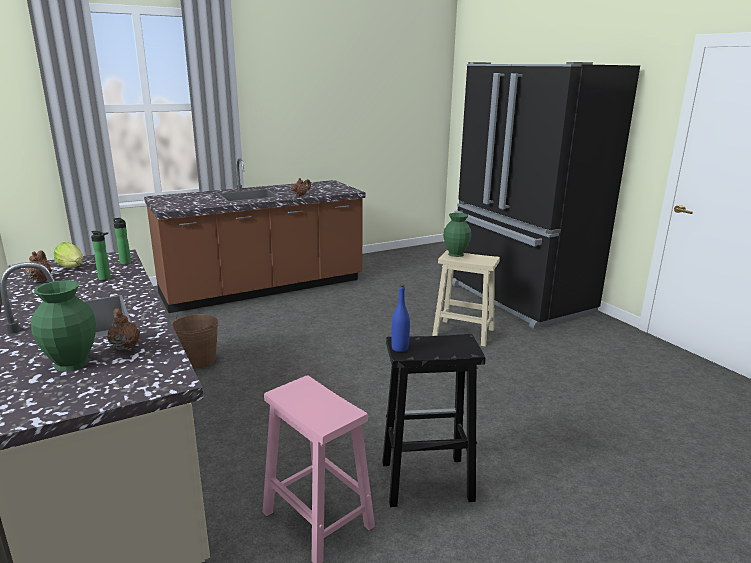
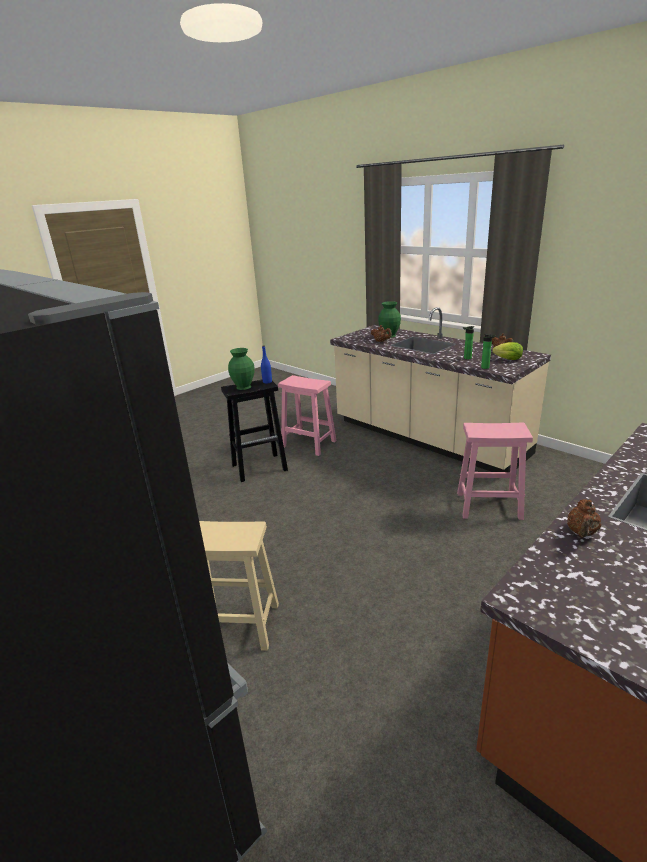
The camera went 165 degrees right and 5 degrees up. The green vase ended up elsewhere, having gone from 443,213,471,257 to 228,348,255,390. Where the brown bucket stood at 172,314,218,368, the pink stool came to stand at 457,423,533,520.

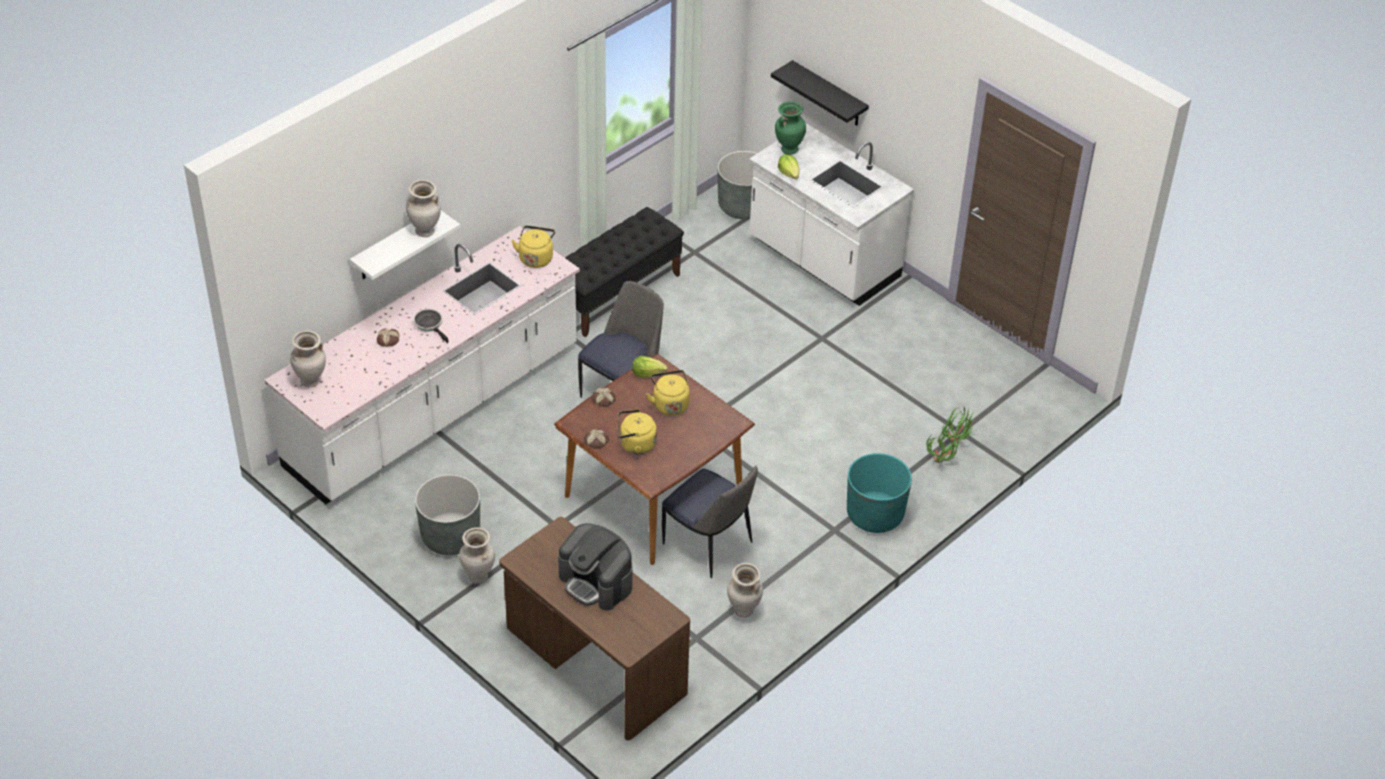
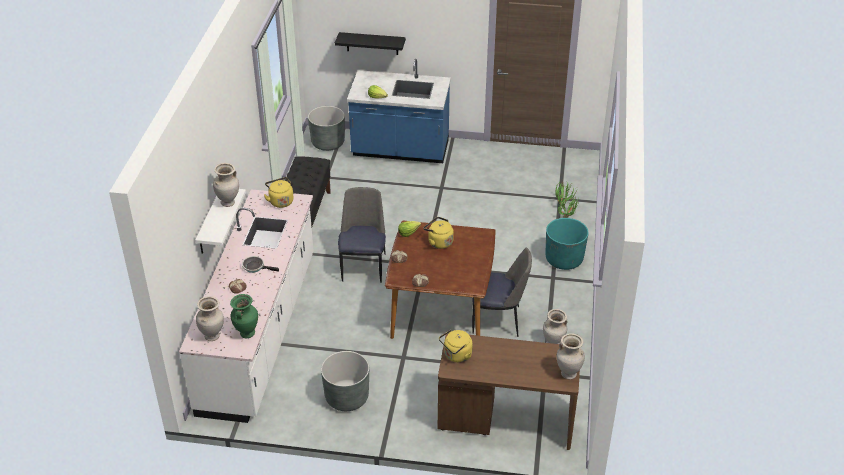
The camera went 35 degrees left and 5 degrees down. The green vase ended up elsewhere, having gone from 775,101,806,155 to 230,294,258,338. What was the white counter at 749,123,914,306 turned into the blue counter at 347,59,451,163. The yellow kettle ended up elsewhere, having gone from 617,409,657,455 to 439,329,473,362. The second view lost the coffee machine at 558,523,632,611. The beige vase ended up elsewhere, having gone from 459,527,495,584 to 557,333,585,379.

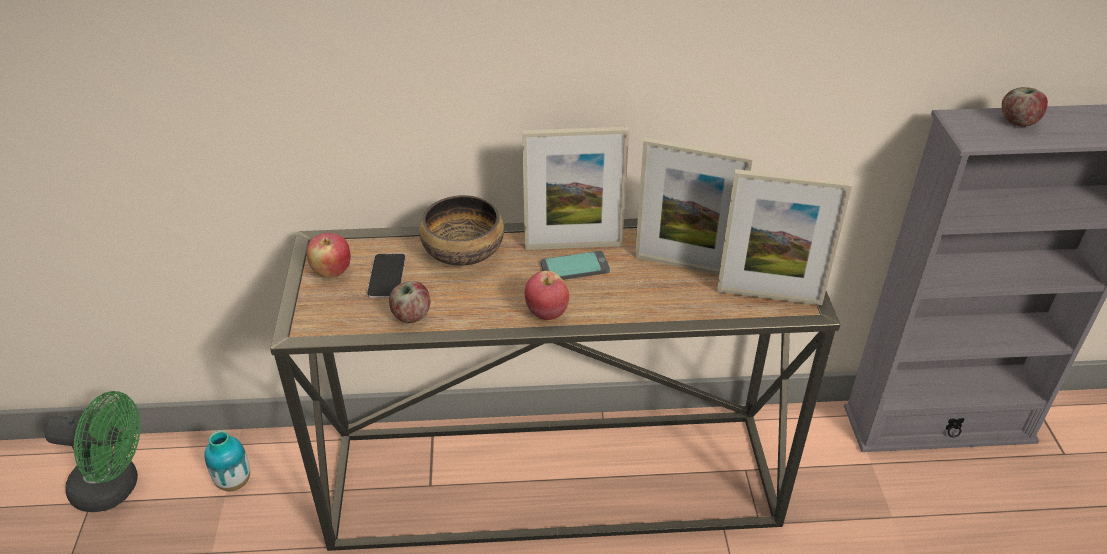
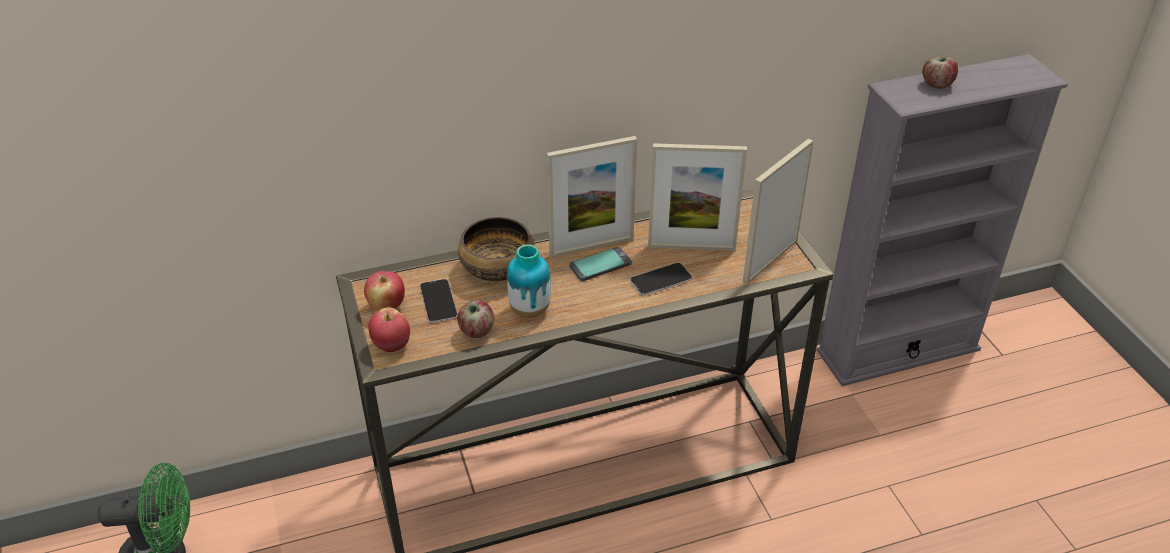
The camera went 15 degrees left and 0 degrees up. The picture frame at 717,169,852,305 ended up facing another way, 135 degrees clockwise from before. The apple ended up elsewhere, having gone from 525,271,569,320 to 368,307,410,352. The vase ended up elsewhere, having gone from 204,431,250,491 to 507,244,551,318. The second view gained the phone at 630,263,692,296.

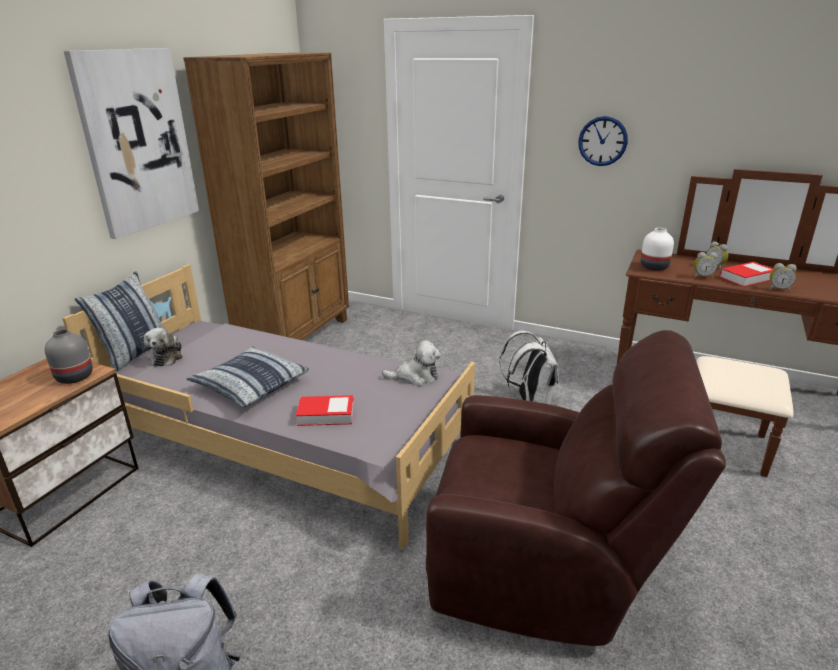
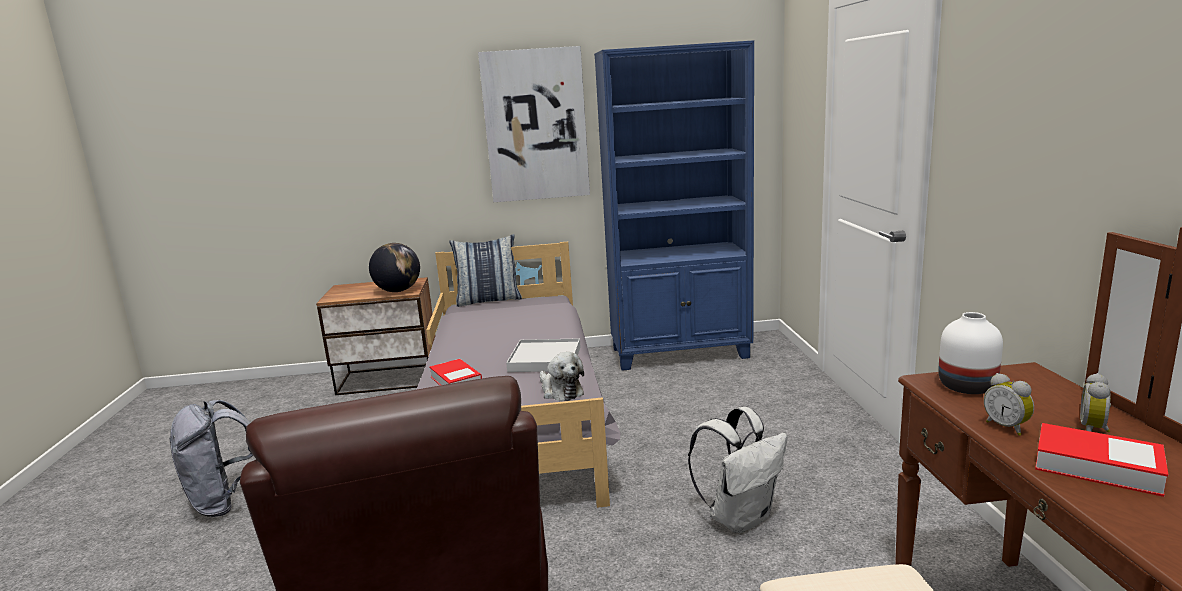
The camera went 60 degrees right and 10 degrees down. What was the brown bookcase at 183,53,349,340 turned into the blue bookcase at 594,40,754,371. The second view lost the wall clock at 578,116,628,166. The second view lost the alarm clock at 770,263,797,292. The second view lost the plush toy at 144,328,183,366. Where the grey vase stood at 45,329,93,384, the globe came to stand at 369,243,420,292. The second view lost the pillow at 187,346,309,408. The second view gained the white tray at 506,338,580,372.

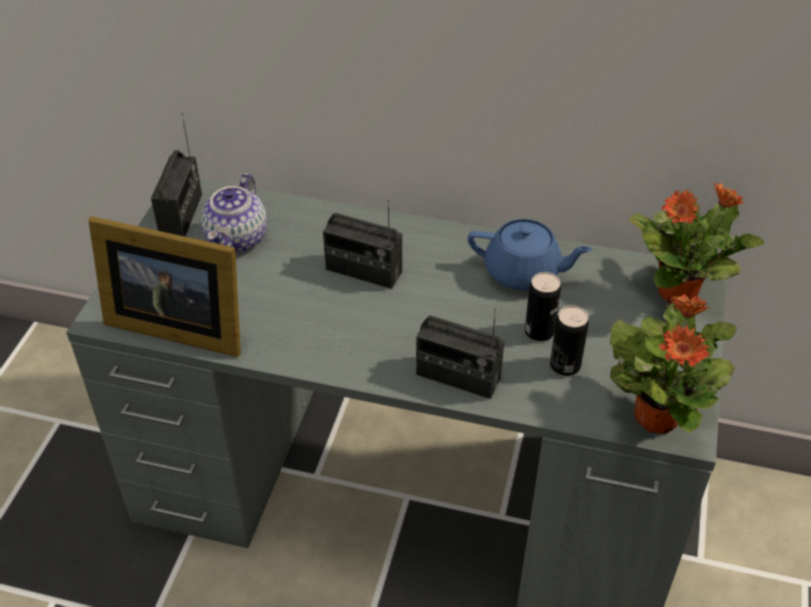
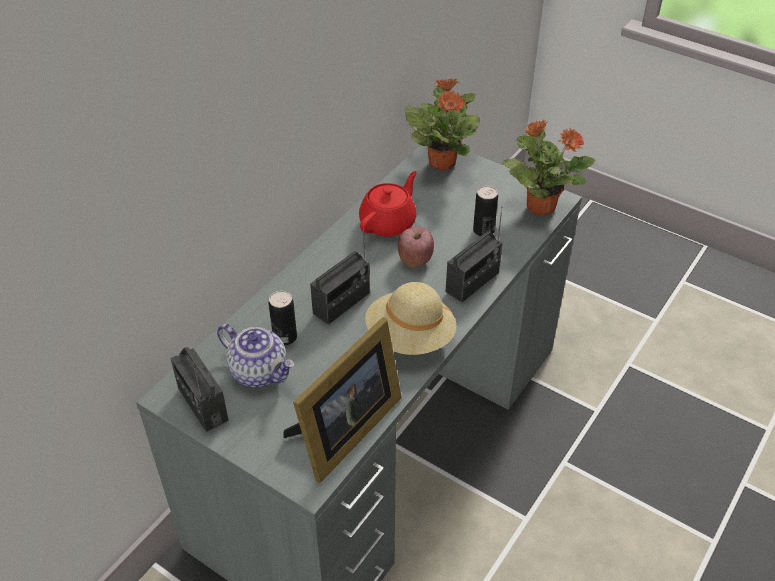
The camera went 70 degrees left and 0 degrees up. The radio at 151,113,202,237 ended up facing another way, 150 degrees counterclockwise from before. What was the blue teapot at 468,219,592,291 turned into the red teapot at 359,171,417,237. The can ended up elsewhere, having gone from 525,272,561,341 to 269,291,297,345. The second view gained the apple at 398,227,434,268. The second view gained the beige hat at 365,282,456,355.

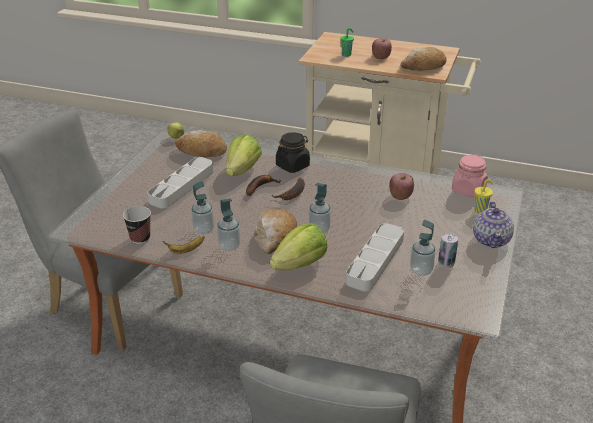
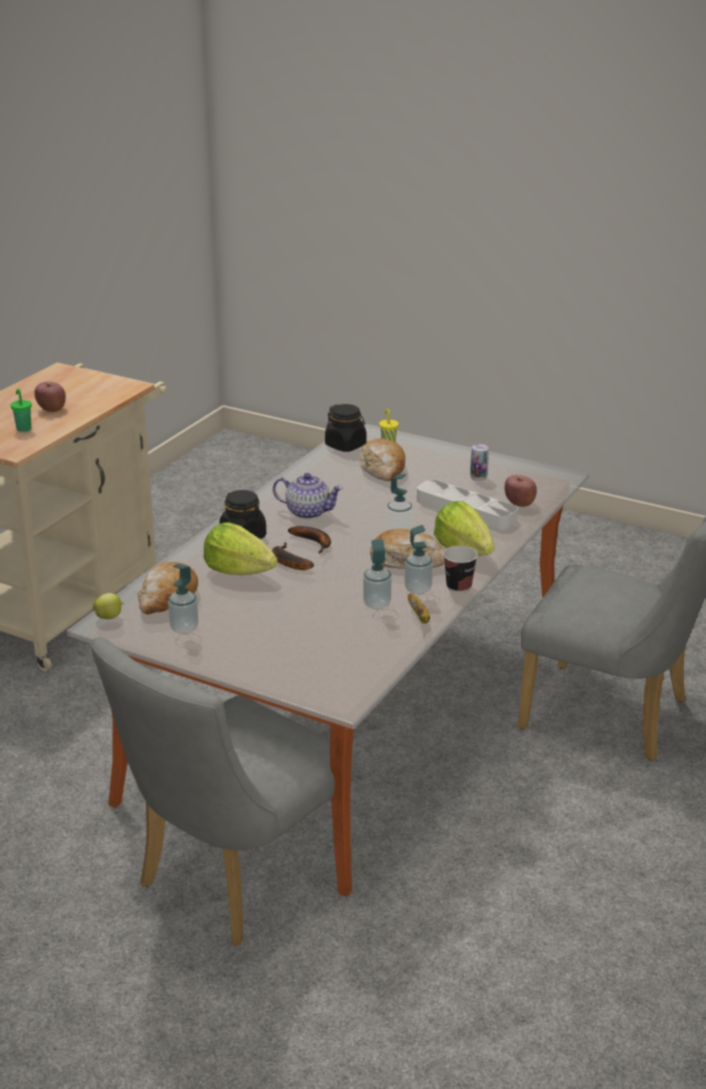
The camera went 80 degrees left and 5 degrees down. The bread ended up elsewhere, having gone from 401,47,447,71 to 359,438,405,481. What was the pink jar at 452,154,488,198 turned into the black jar at 325,404,366,452. The second view lost the grey tray at 147,157,214,209. The apple ended up elsewhere, having gone from 389,173,414,200 to 505,475,537,507. The teapot ended up elsewhere, having gone from 473,201,514,248 to 273,473,343,519. The cup ended up elsewhere, having gone from 123,206,151,244 to 443,546,478,593. The soap dispenser ended up elsewhere, having gone from 410,220,436,276 to 168,564,198,634.

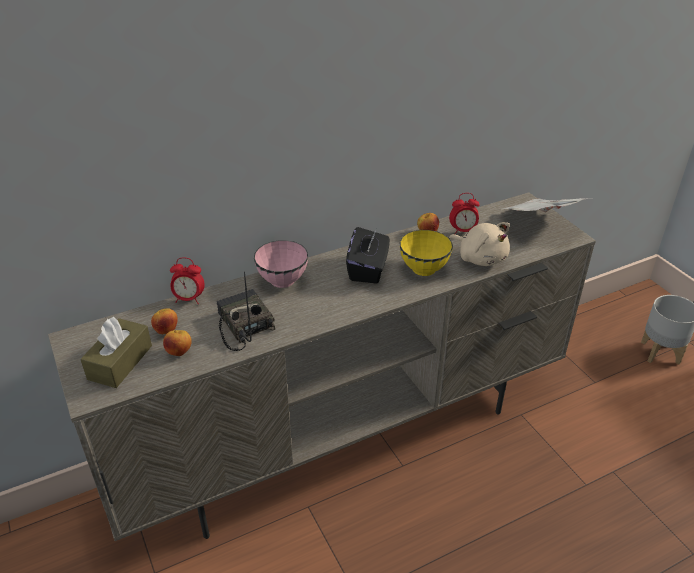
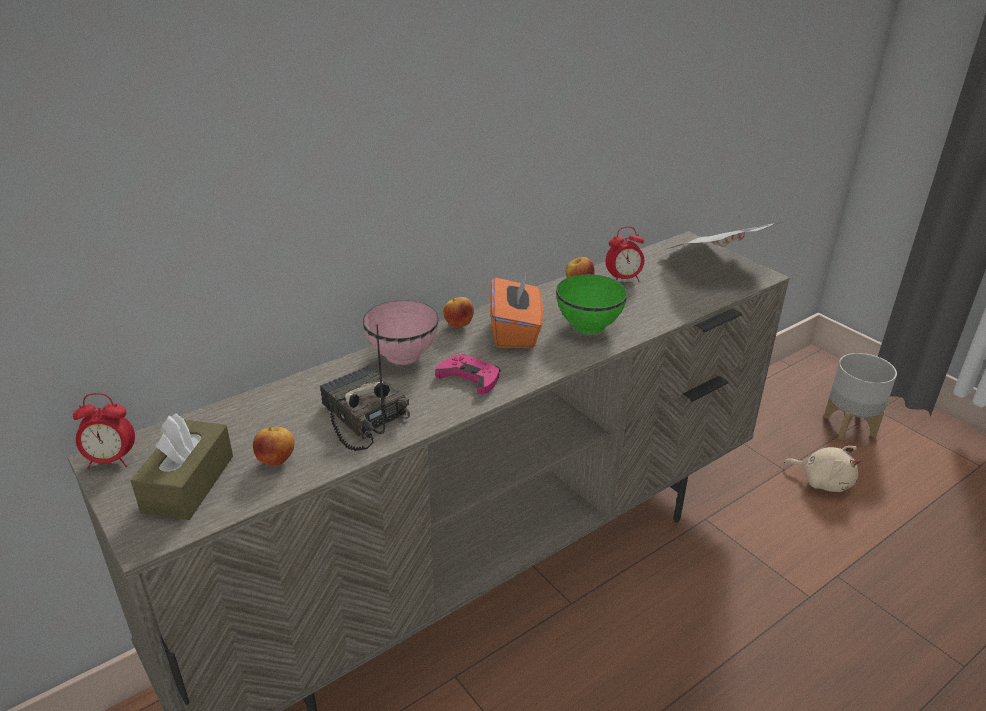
The camera went 10 degrees left and 5 degrees down. The beige plush toy ended up elsewhere, having gone from 449,222,510,266 to 784,446,861,492. What was the black tissue box at 346,227,390,284 turned into the orange tissue box at 490,271,543,348. What was the yellow bowl at 400,230,453,276 turned into the green bowl at 556,274,627,334. The alarm clock ended up elsewhere, having gone from 170,258,205,304 to 73,393,135,469. The apple ended up elsewhere, having gone from 151,308,178,334 to 443,297,474,327. The second view gained the pink game controller at 435,354,500,394.

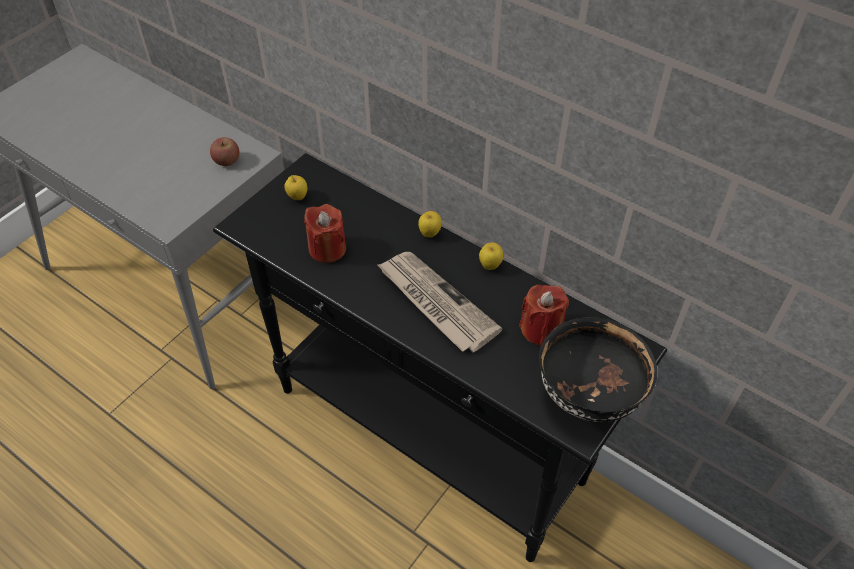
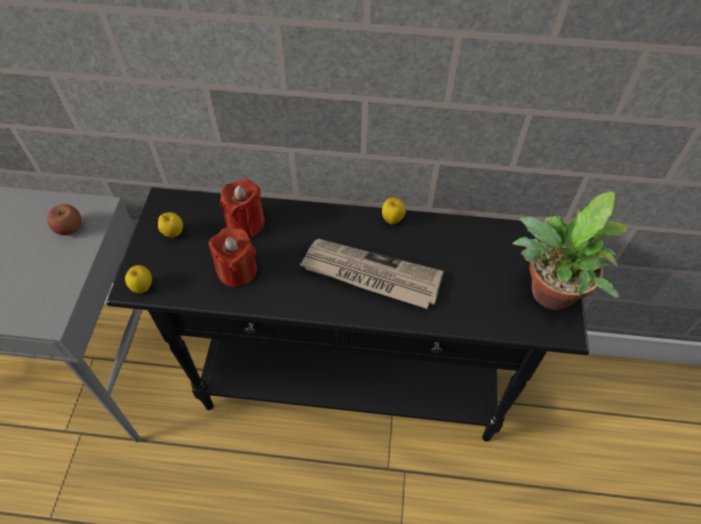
The camera went 30 degrees left and 5 degrees up. The apple ended up elsewhere, having gone from 418,211,442,238 to 125,265,152,293. The red candle ended up elsewhere, having gone from 519,284,569,346 to 220,178,265,237. Where the black bowl stood at 539,317,657,422, the potted plant came to stand at 512,191,628,310.

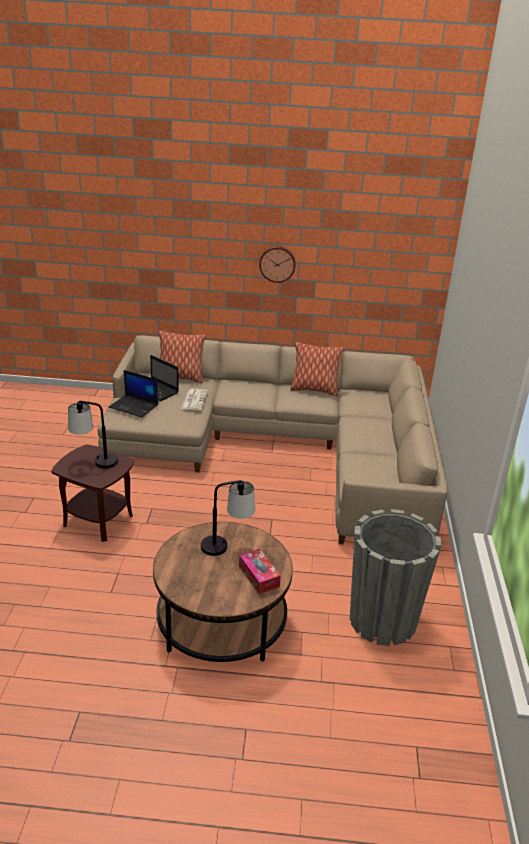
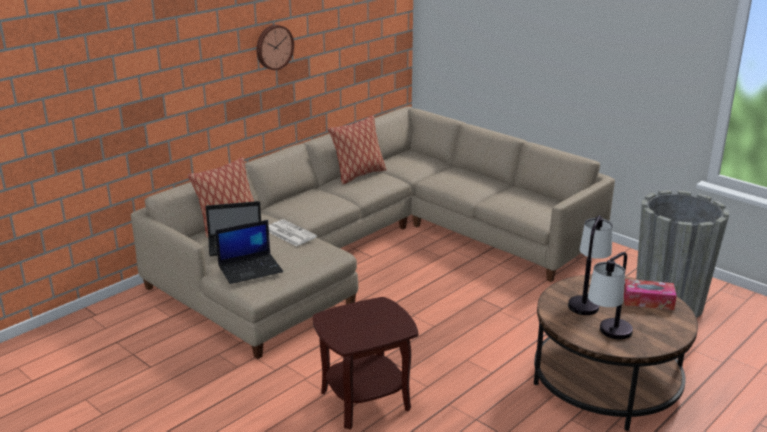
The camera went 50 degrees left and 5 degrees down. The table lamp ended up elsewhere, having gone from 68,400,118,469 to 588,252,633,339.

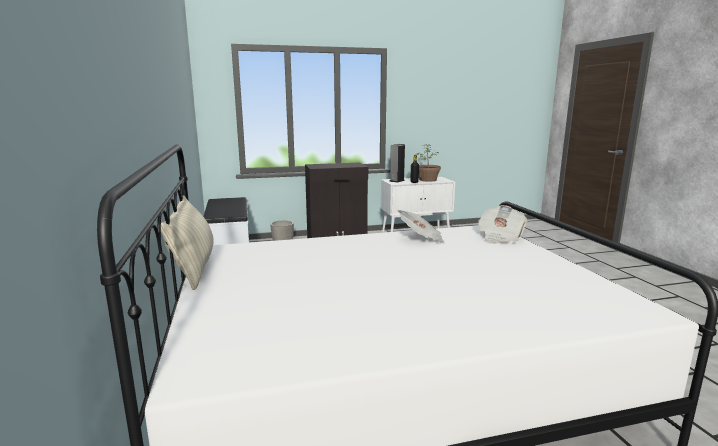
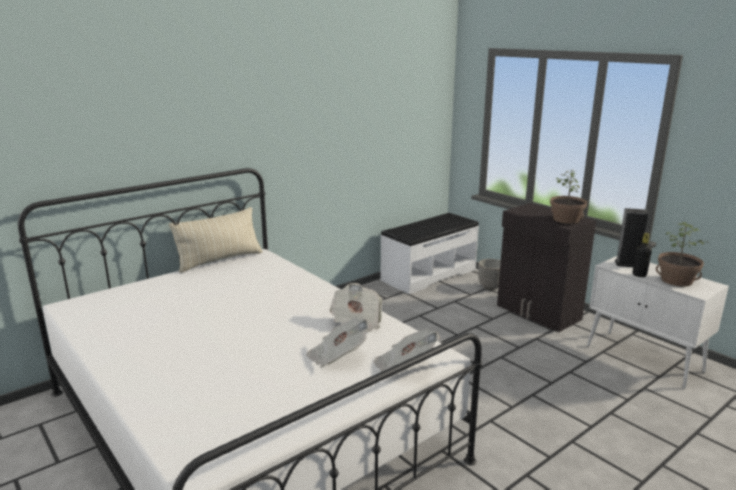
The camera went 65 degrees right and 5 degrees up. The second view gained the potted plant at 550,170,587,224. The second view gained the newspaper at 307,318,370,368.

